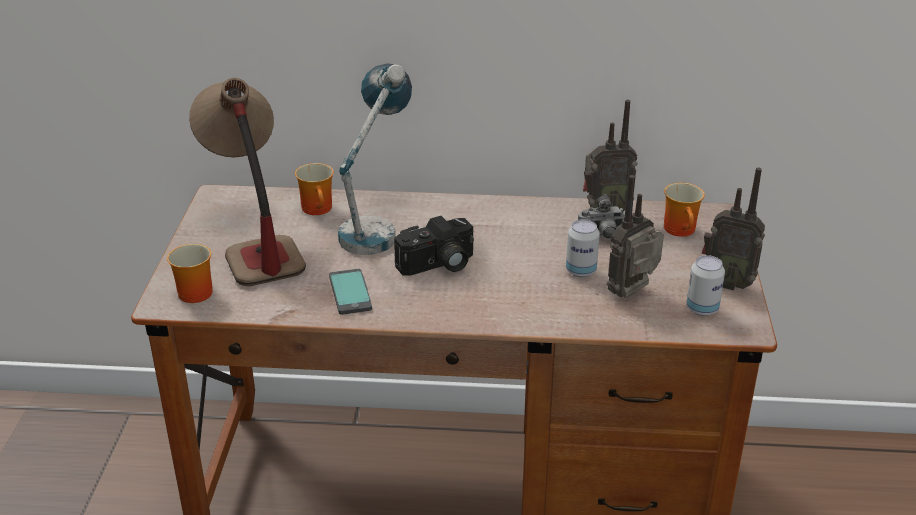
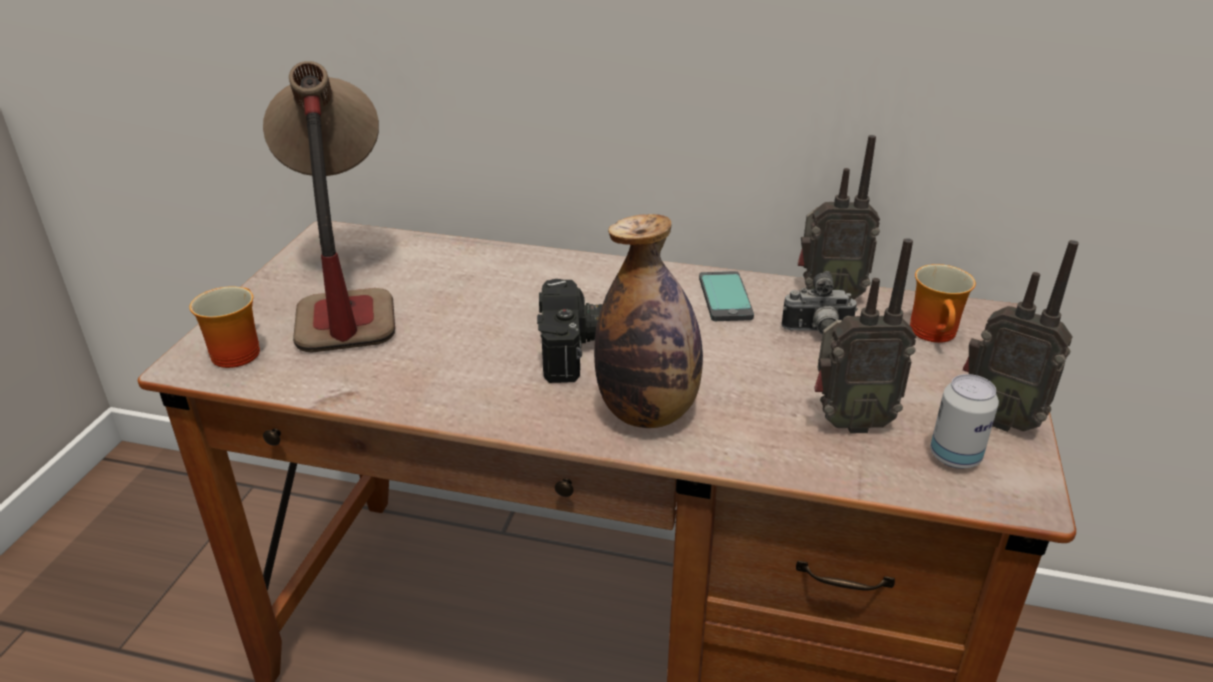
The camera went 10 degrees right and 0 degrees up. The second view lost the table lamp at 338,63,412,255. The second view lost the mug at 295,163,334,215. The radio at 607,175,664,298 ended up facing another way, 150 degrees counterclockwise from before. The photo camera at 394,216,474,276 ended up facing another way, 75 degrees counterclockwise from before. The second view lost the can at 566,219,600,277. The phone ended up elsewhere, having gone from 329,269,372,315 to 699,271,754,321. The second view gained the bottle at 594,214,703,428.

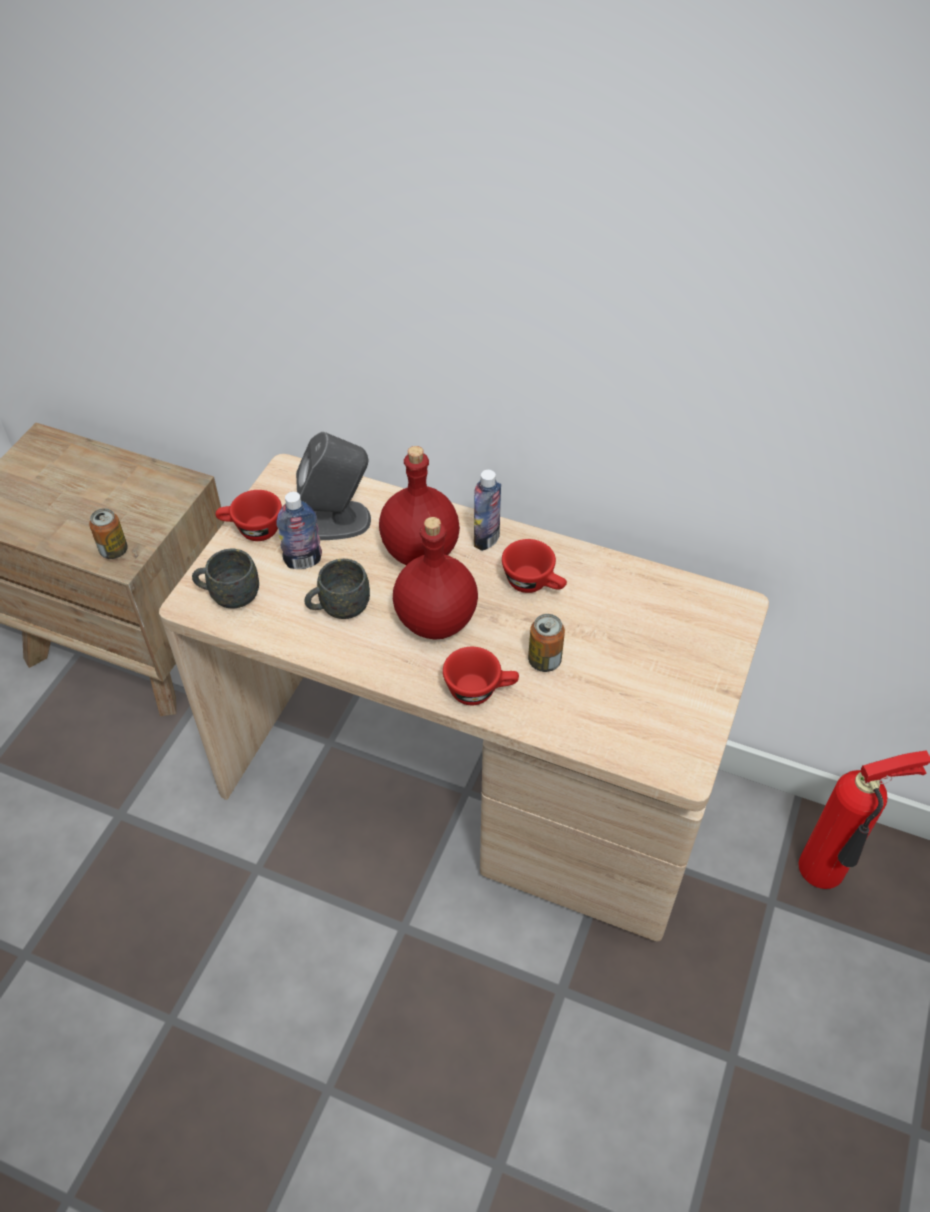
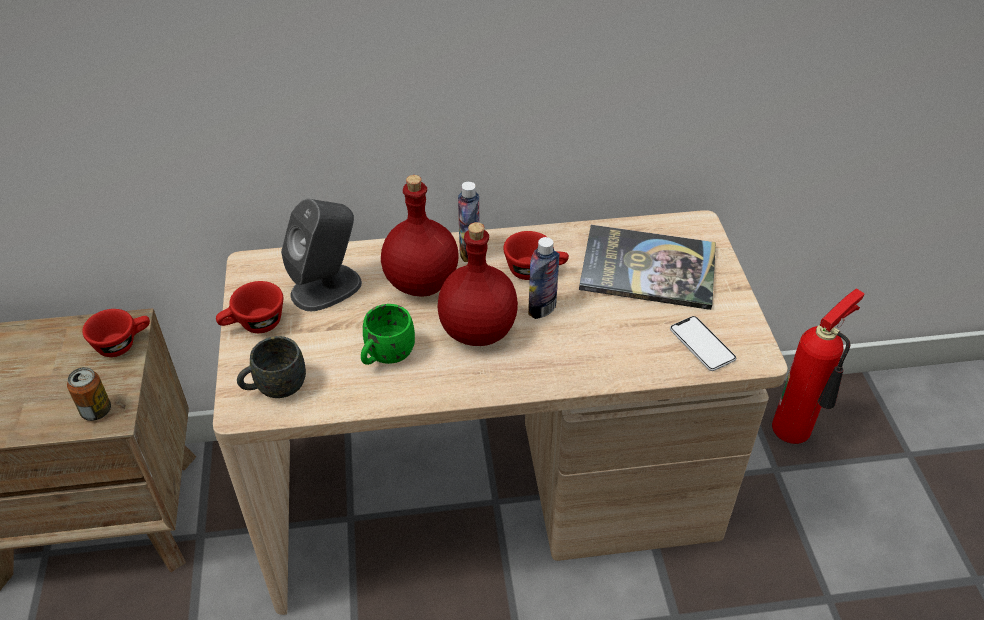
The camera went 30 degrees left and 5 degrees down. The bottle ended up elsewhere, having gone from 277,492,322,569 to 528,237,559,319. What was the grey mug at 305,559,370,619 turned into the green mug at 361,304,415,365. The second view lost the can at 528,614,565,672. The red cup ended up elsewhere, having gone from 443,647,519,705 to 82,309,150,357. The second view gained the book at 579,225,716,310. The second view gained the phone at 670,316,736,371.

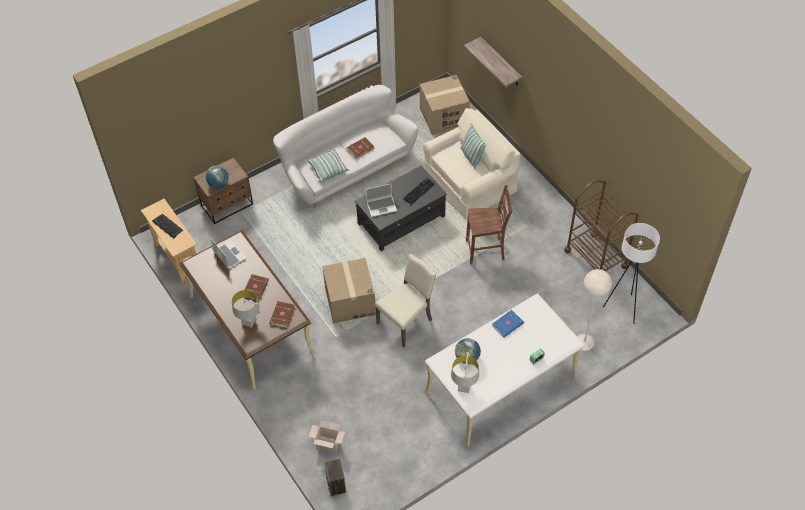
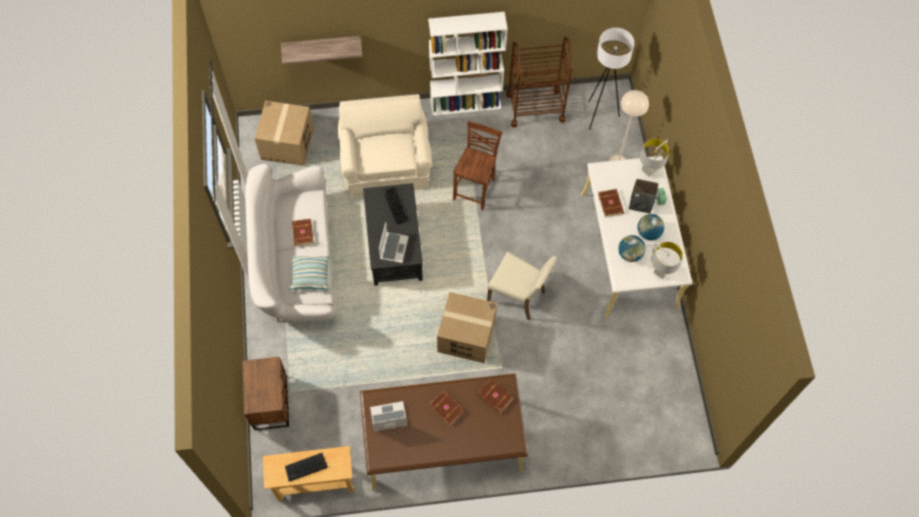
The camera went 65 degrees left and 10 degrees up. The second view lost the pillow at 460,123,486,169. The globe ended up elsewhere, having gone from 206,165,229,188 to 637,214,664,240. The beige chair at 375,254,436,347 ended up facing another way, 135 degrees clockwise from before. The grey table lamp ended up elsewhere, having gone from 232,290,260,328 to 640,138,669,177. What was the blue book at 492,310,524,337 turned into the brown book at 598,189,624,217. The second view lost the cardboard box at 308,420,345,453. The speaker ended up elsewhere, having gone from 324,459,346,496 to 629,179,659,214. The second view gained the white bookcase at 428,12,508,116.

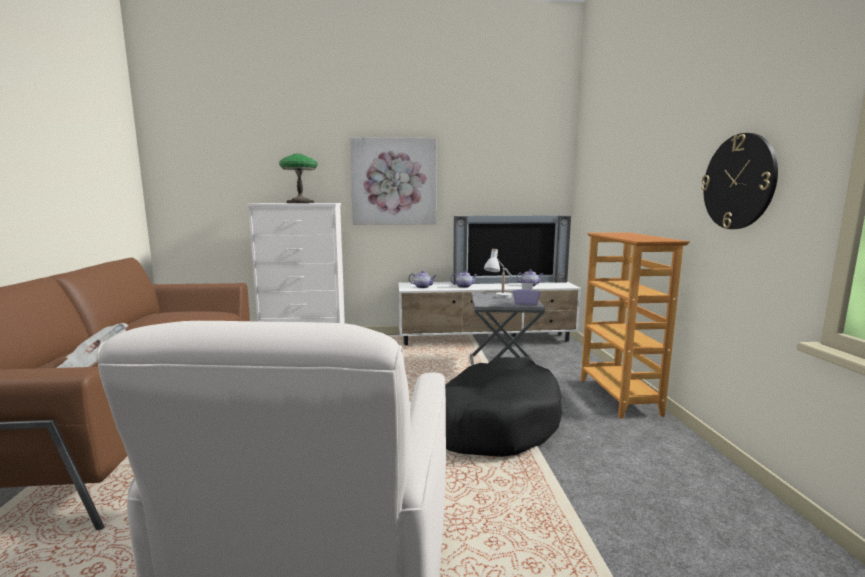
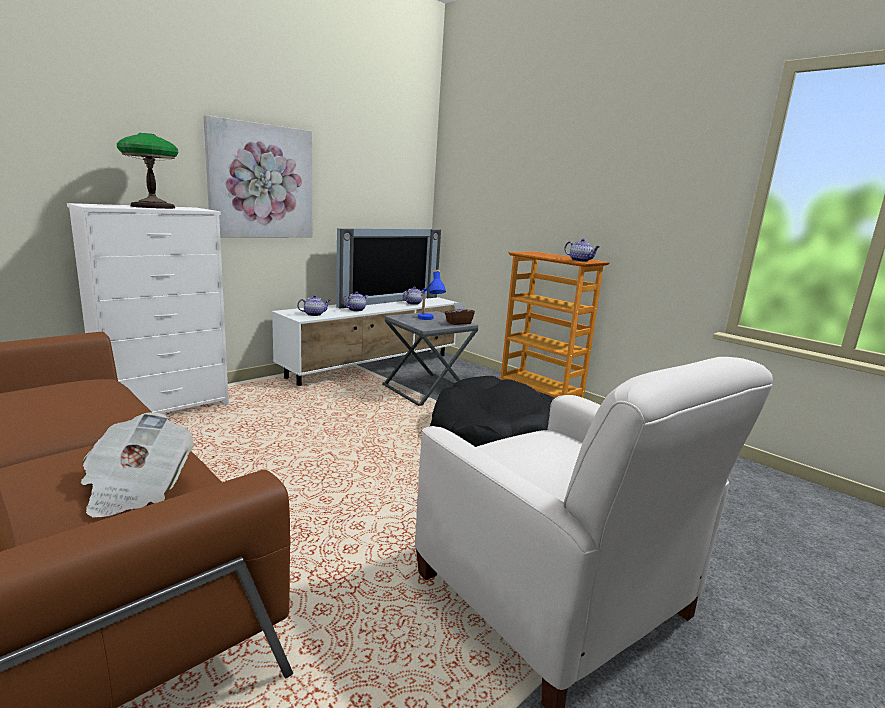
The camera went 40 degrees left and 5 degrees up. The second view lost the wall clock at 701,133,778,229. What was the white table lamp at 484,249,512,299 turned into the blue table lamp at 418,270,446,320. What was the purple tissue box at 513,283,540,305 turned into the brown tissue box at 445,303,475,325. The second view gained the teapot at 565,239,600,262.

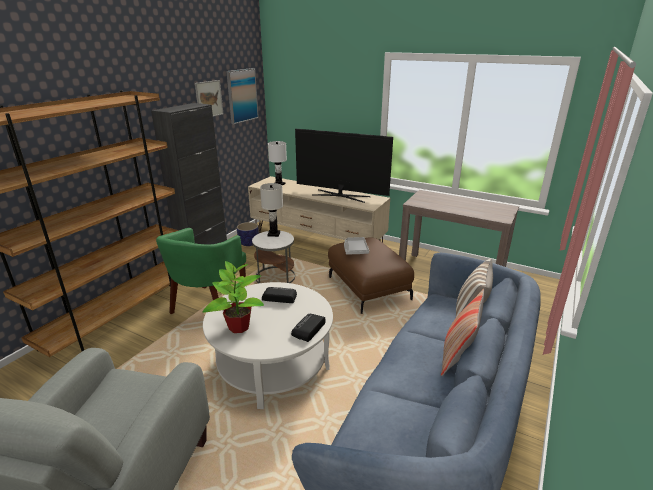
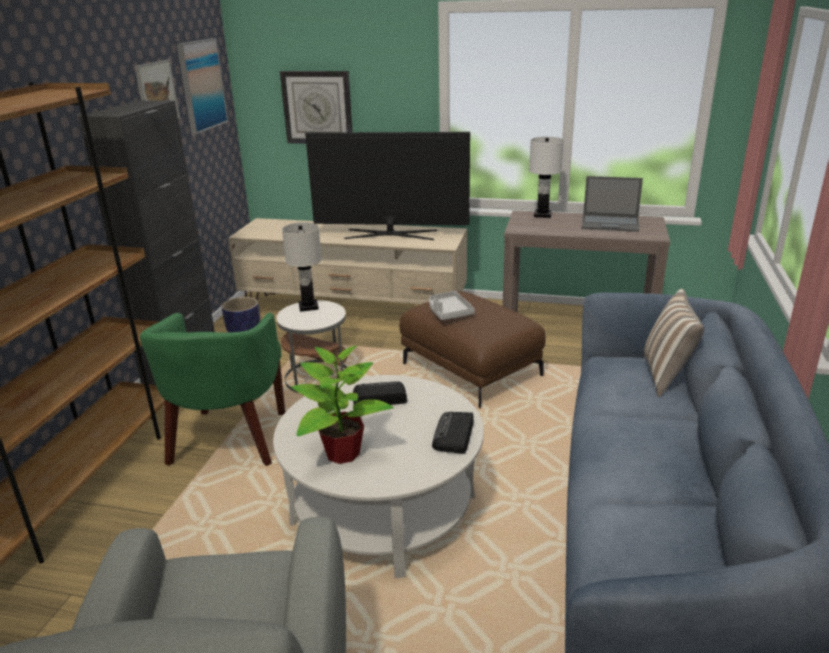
The camera went 15 degrees left and 0 degrees up. The white table lamp ended up elsewhere, having gone from 268,141,287,186 to 529,137,564,218. The second view lost the pillow at 441,289,484,376. The second view gained the wall clock at 280,71,353,144. The second view gained the laptop at 582,176,643,232.

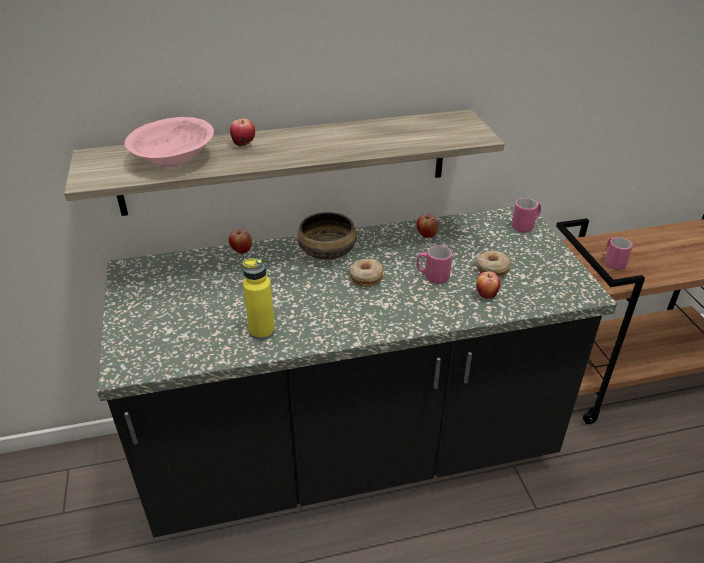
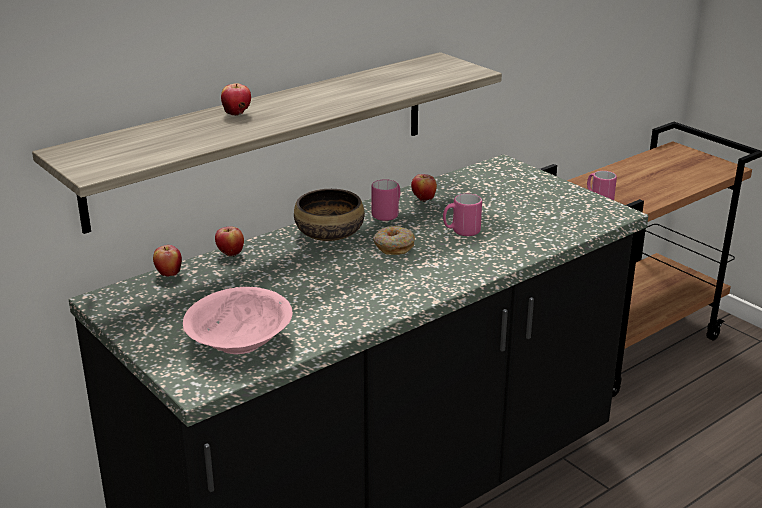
The camera went 25 degrees left and 10 degrees down. The pink bowl ended up elsewhere, having gone from 125,117,214,167 to 183,287,292,355. The pink mug ended up elsewhere, having gone from 512,198,541,233 to 371,179,400,221. The second view lost the donut at 476,251,511,278. The second view lost the yellow bottle at 242,258,275,340. The apple ended up elsewhere, having gone from 476,271,500,299 to 153,245,182,277.

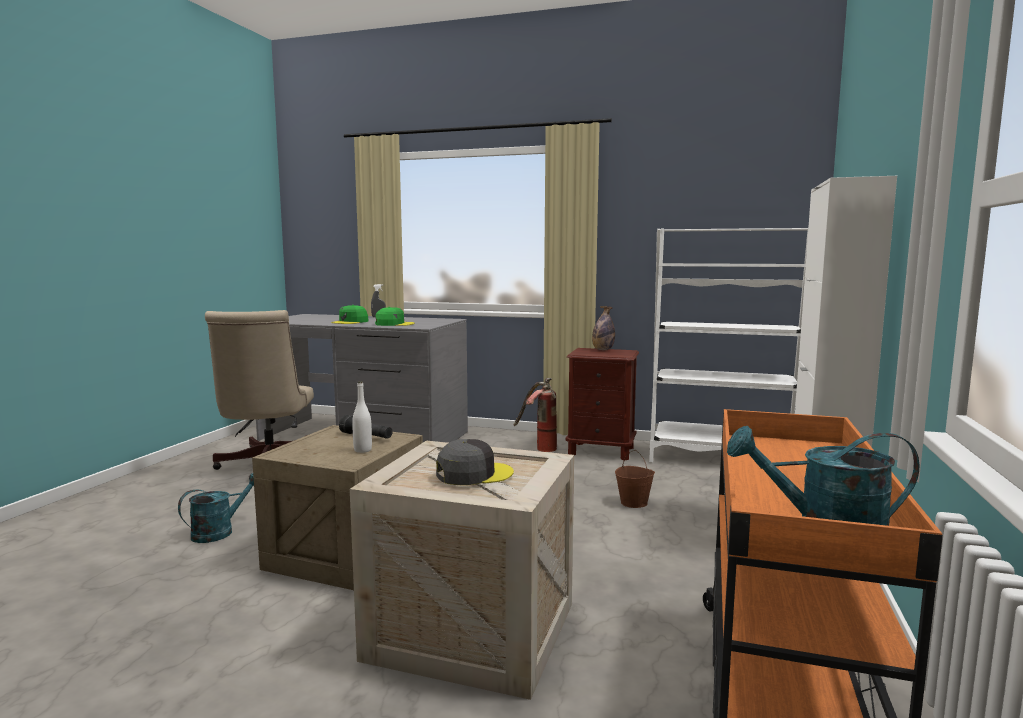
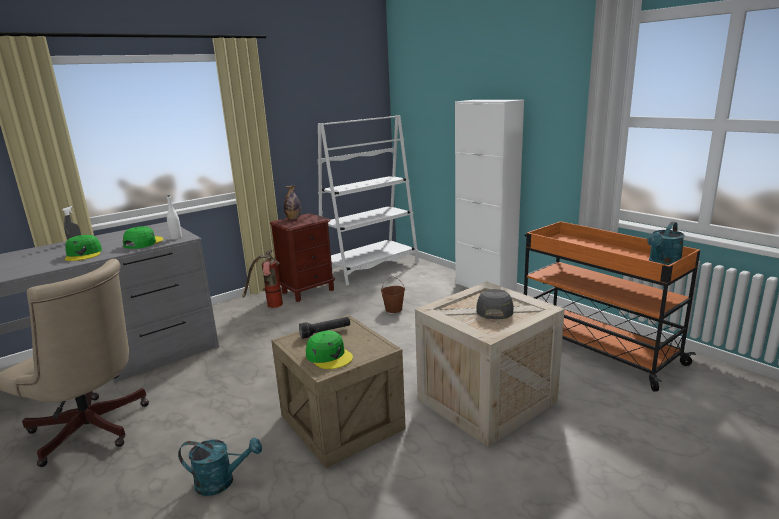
The camera went 55 degrees left and 10 degrees up. The white bottle ended up elsewhere, having gone from 352,381,372,453 to 167,195,182,240. The turquoise watering can at 178,473,254,543 ended up facing another way, 105 degrees clockwise from before. The second view gained the green cap at 306,331,353,369.

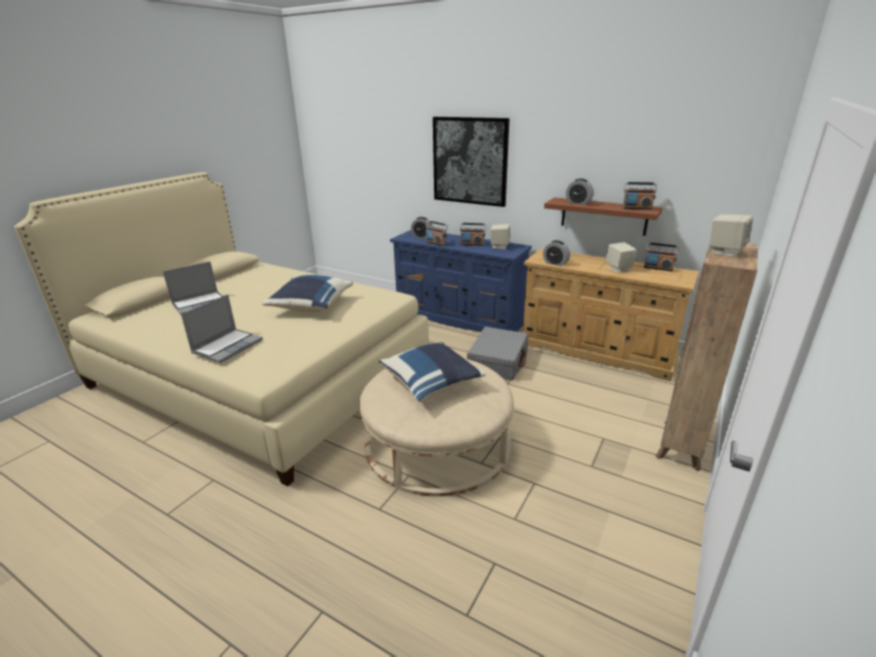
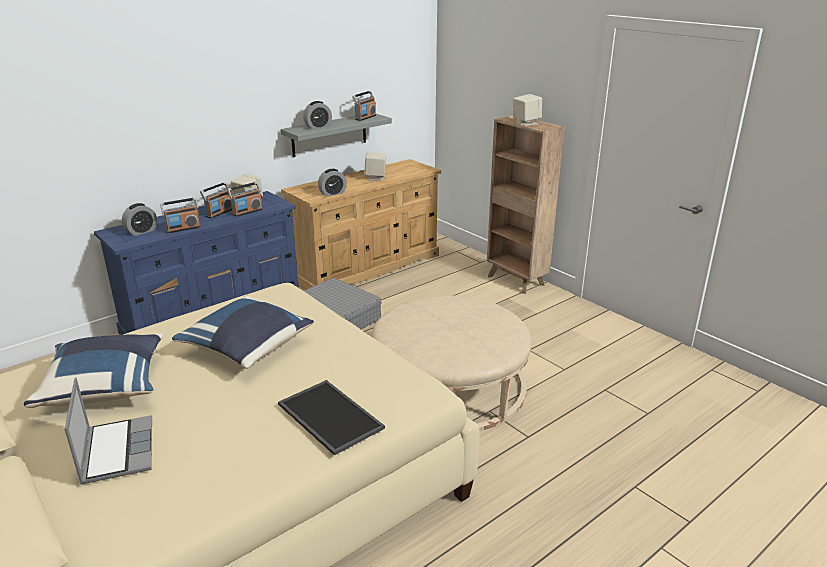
The camera went 70 degrees left and 0 degrees up. The second view lost the picture at 433,117,510,207. What was the brown shelf at 544,197,662,236 turned into the grey shelf at 280,114,392,157. The radio ended up elsewhere, having gone from 644,242,679,271 to 228,182,263,217. Where the laptop stood at 181,294,263,363, the tray came to stand at 278,380,385,456. The blue pillow ended up elsewhere, having gone from 379,342,486,402 to 24,333,163,408.

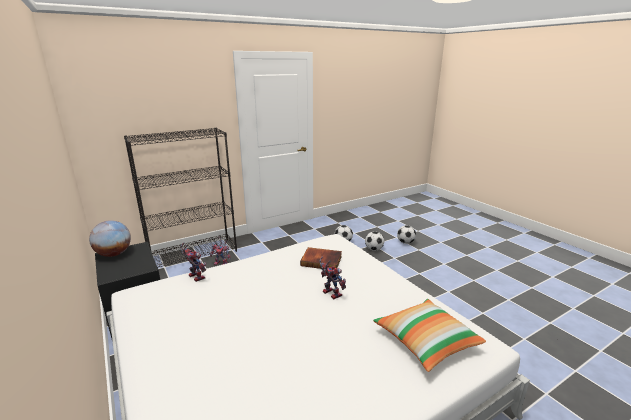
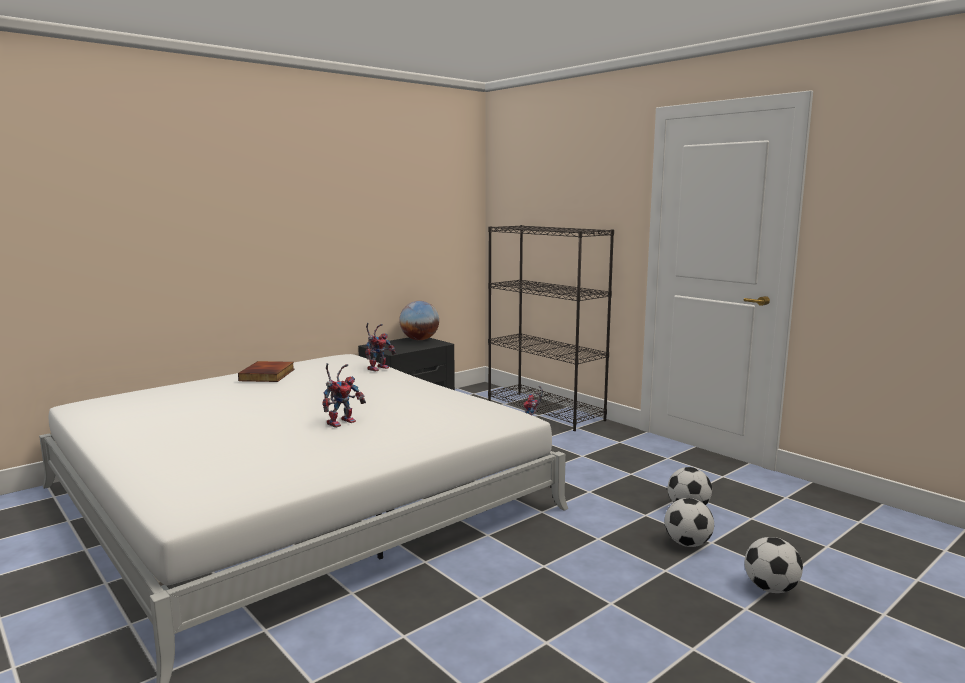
The camera went 80 degrees right and 10 degrees down. The book ended up elsewhere, having gone from 300,247,342,269 to 238,361,295,382. The second view lost the pillow at 373,299,486,372.

